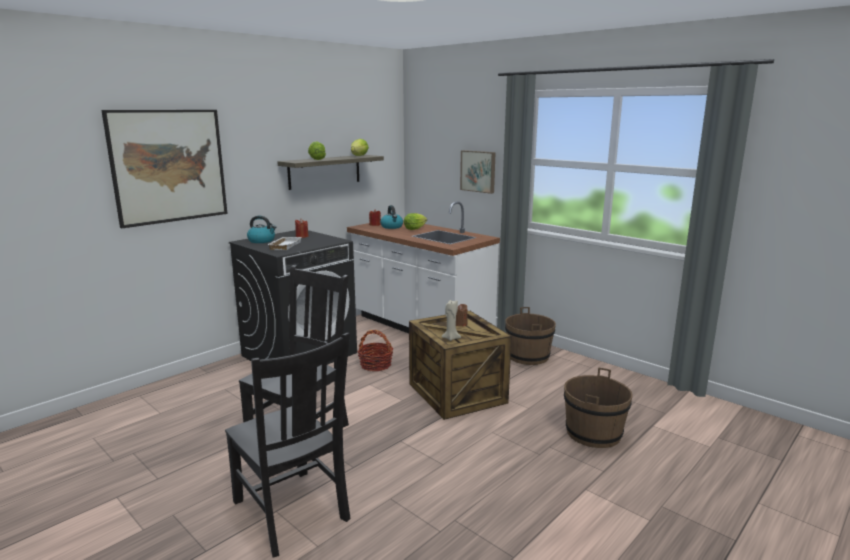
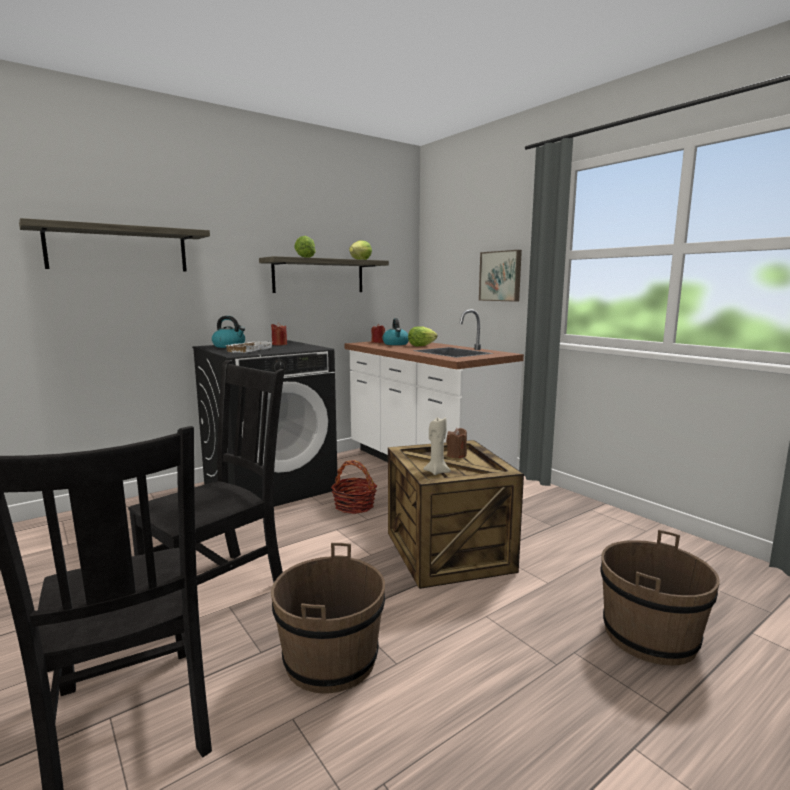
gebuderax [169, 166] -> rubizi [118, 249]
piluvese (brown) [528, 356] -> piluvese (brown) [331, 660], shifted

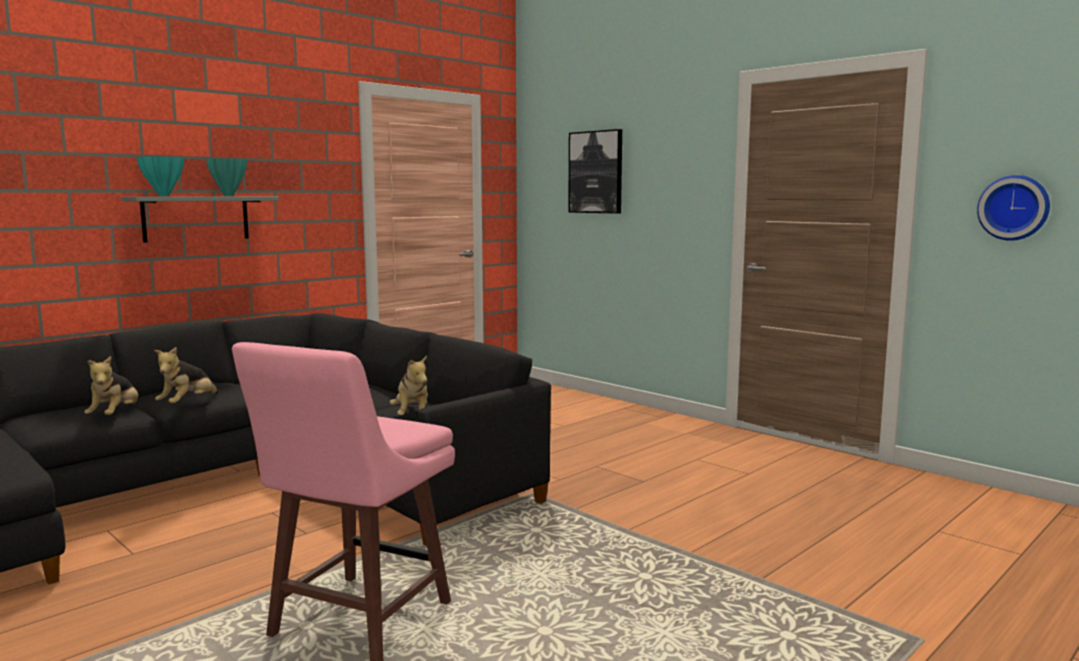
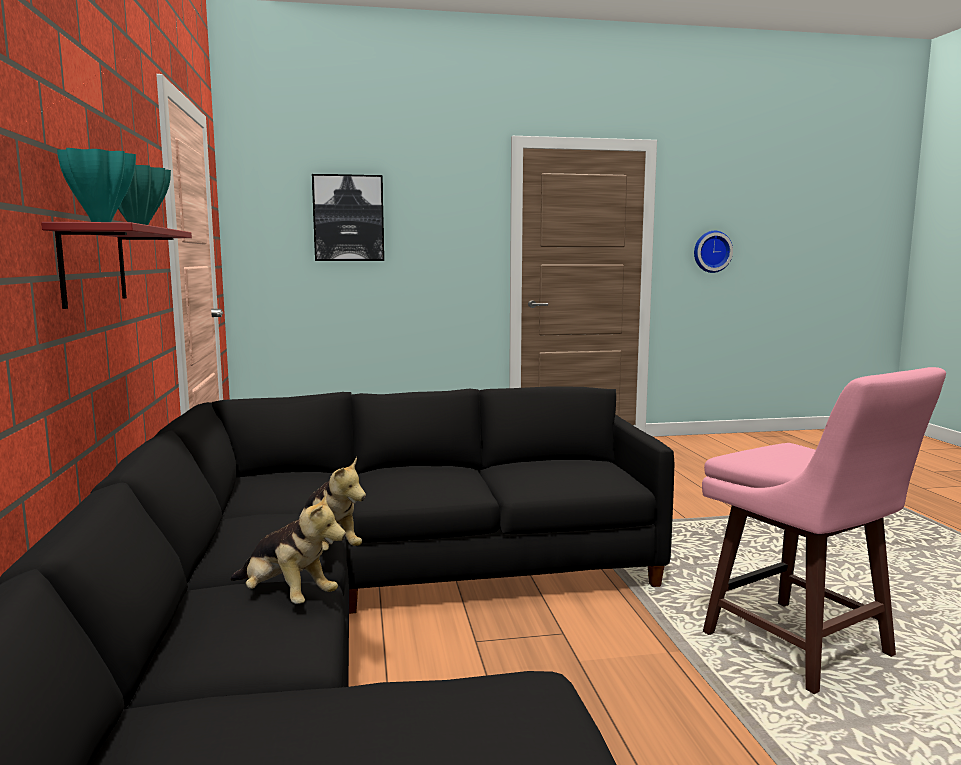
rubizi (grey) [196, 218] -> rubizi (red) [93, 265]
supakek [412, 416] -> none

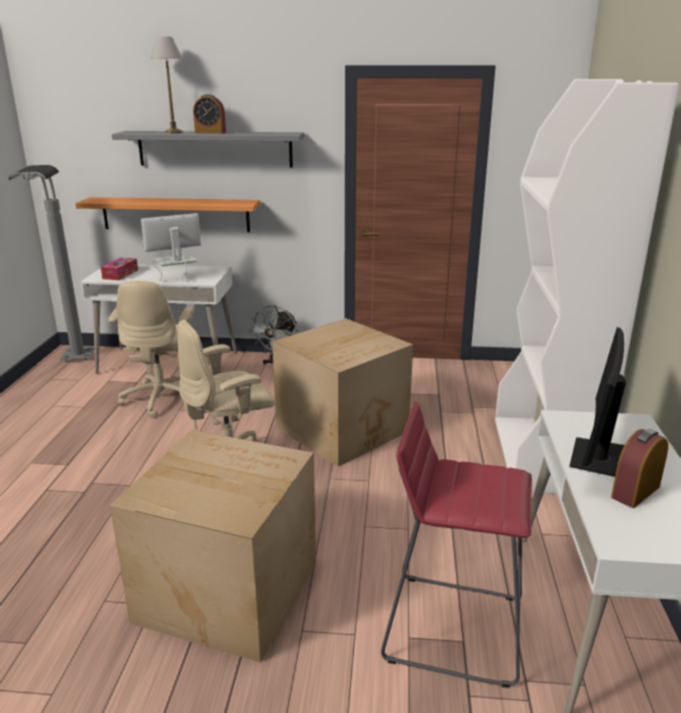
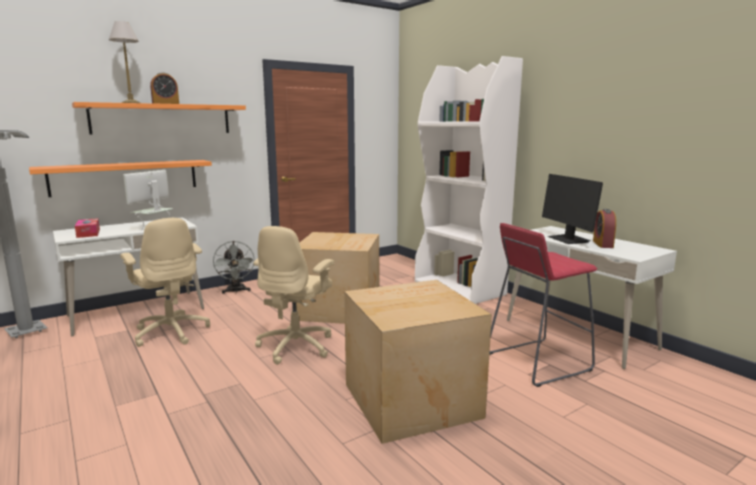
rubizi (grey) [215, 149] -> rubizi (orange) [162, 119]

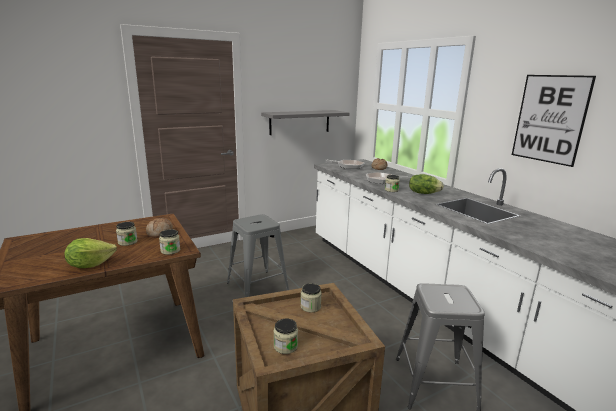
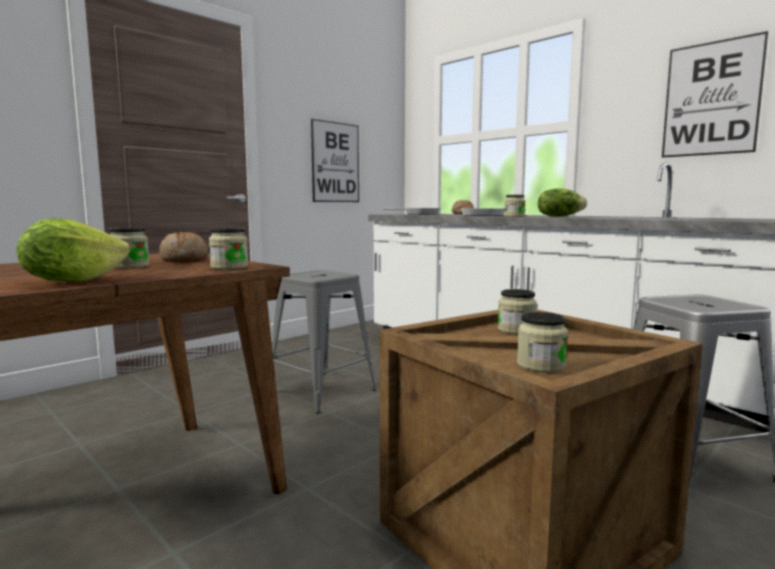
rubizi (grey) [300, 122] -> gebuderax [335, 162]

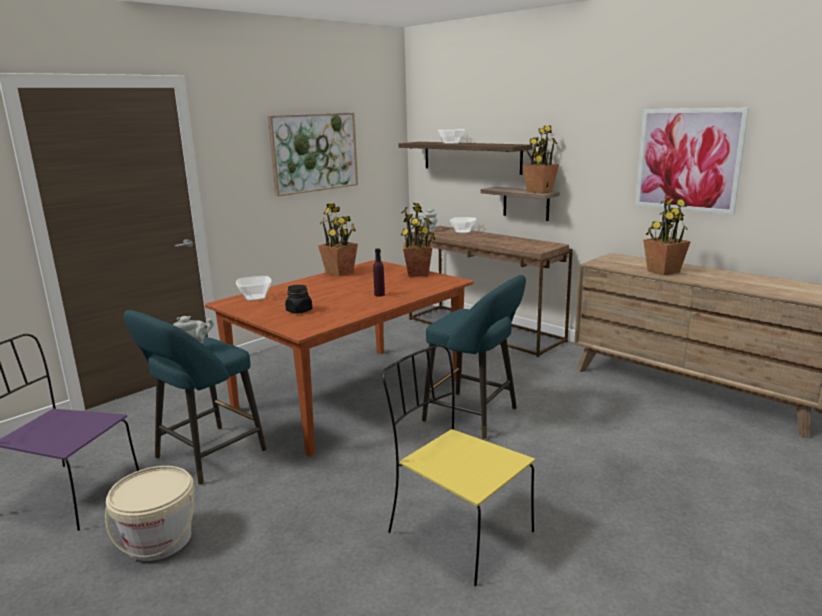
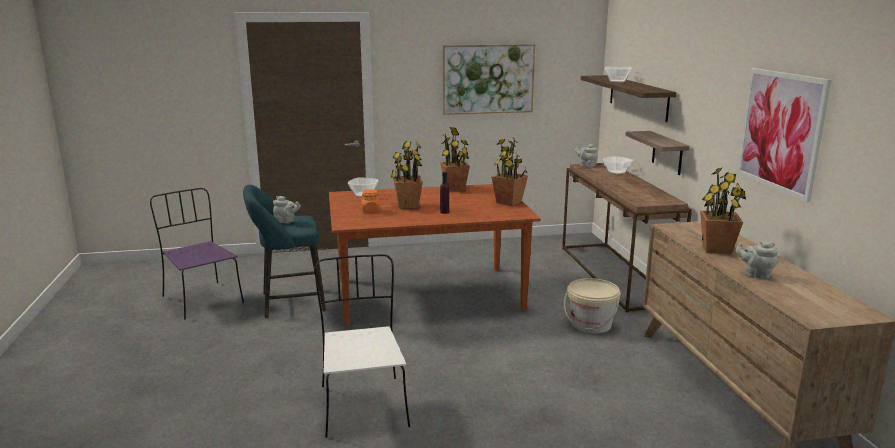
piluvese (beige) [159, 540] -> piluvese (beige) [591, 324], shifted
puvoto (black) [299, 311] -> puvoto (orange) [370, 211]
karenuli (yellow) [457, 531] -> karenuli (white) [363, 404]
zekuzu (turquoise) [475, 416] -> none
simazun [539, 191] -> simazun [407, 206], shifted
none -> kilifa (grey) [755, 275]

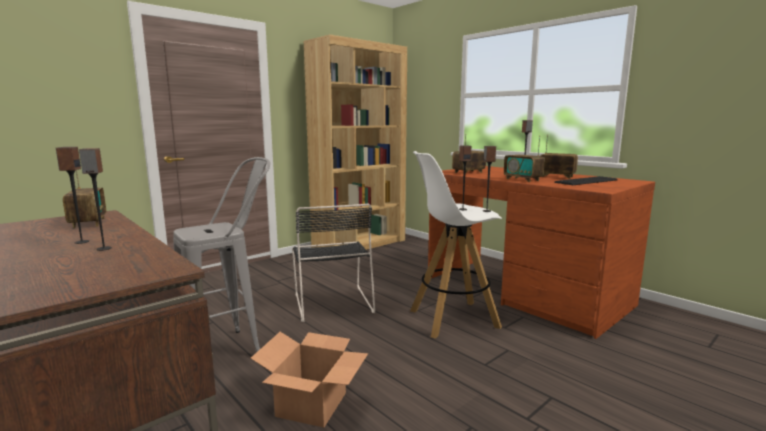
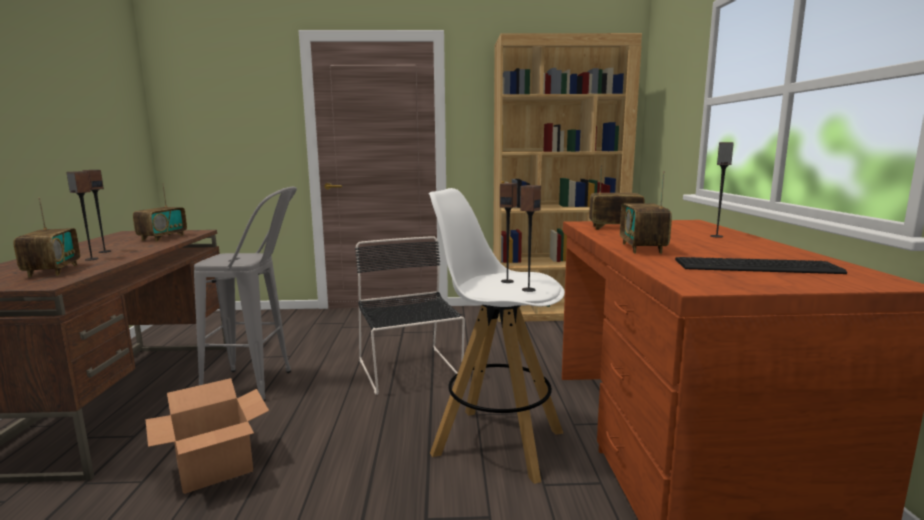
karenuli (black) [332, 302] -> karenuli (black) [409, 371], 135 degrees clockwise
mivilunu [557, 177] -> mivilunu [52, 271], shifted

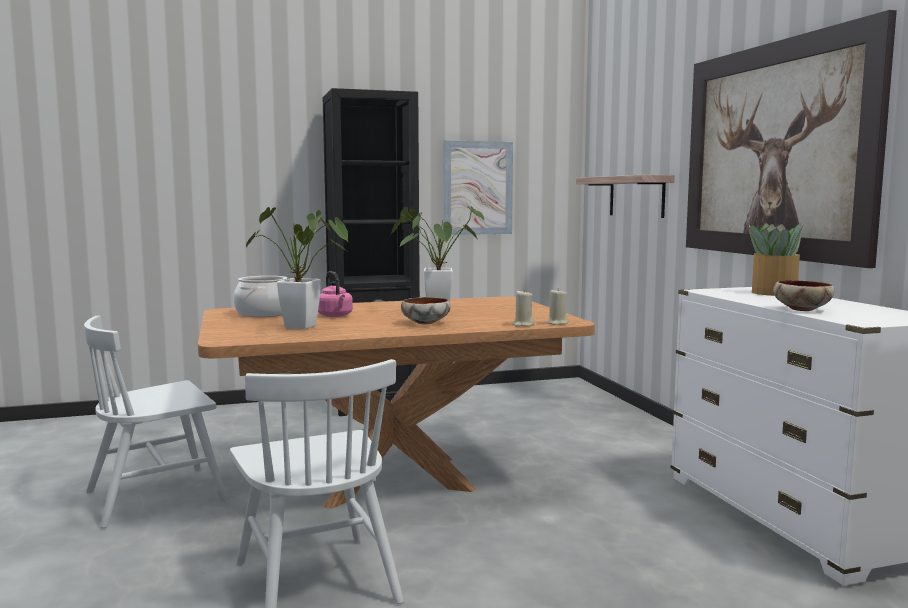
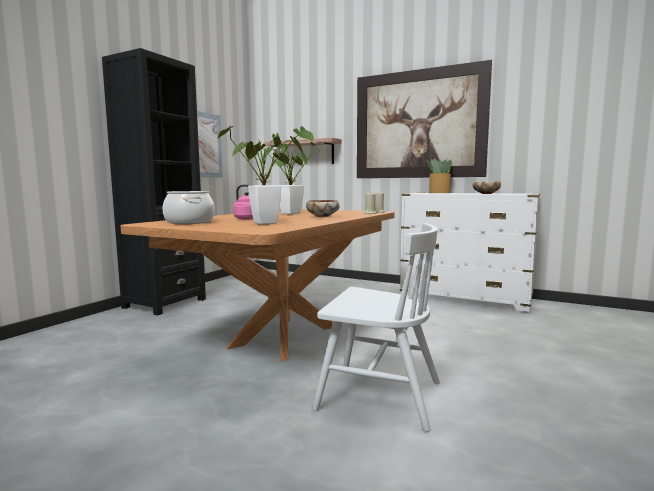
karenuli (white) [156, 496] -> none

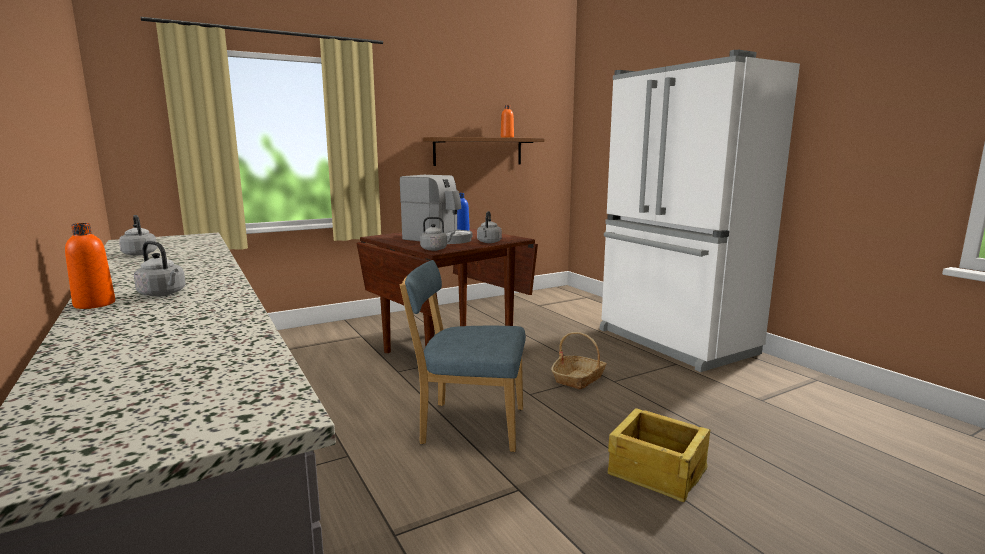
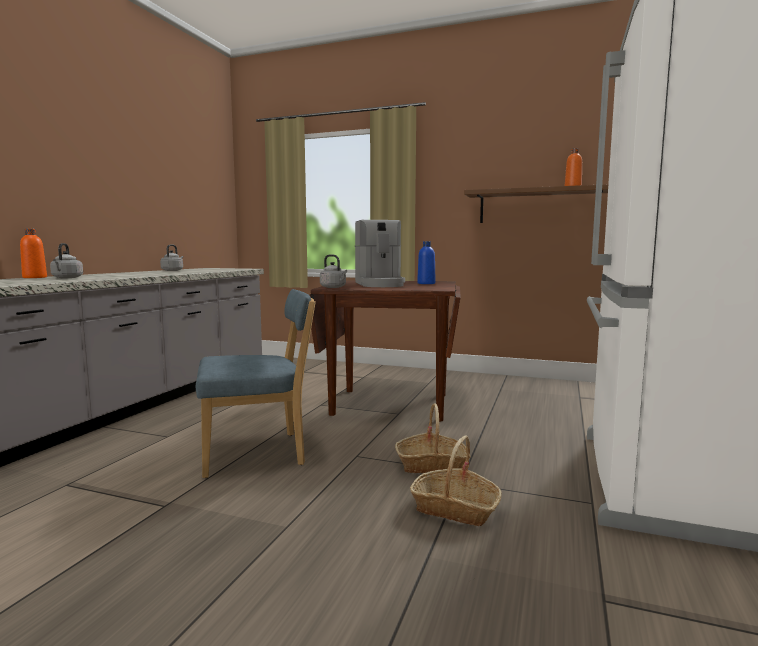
karenuli (blue) [468, 425] -> karenuli (blue) [259, 453], 105 degrees clockwise
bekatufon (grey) [489, 242] -> none
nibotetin [656, 470] -> none
none -> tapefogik [455, 508]

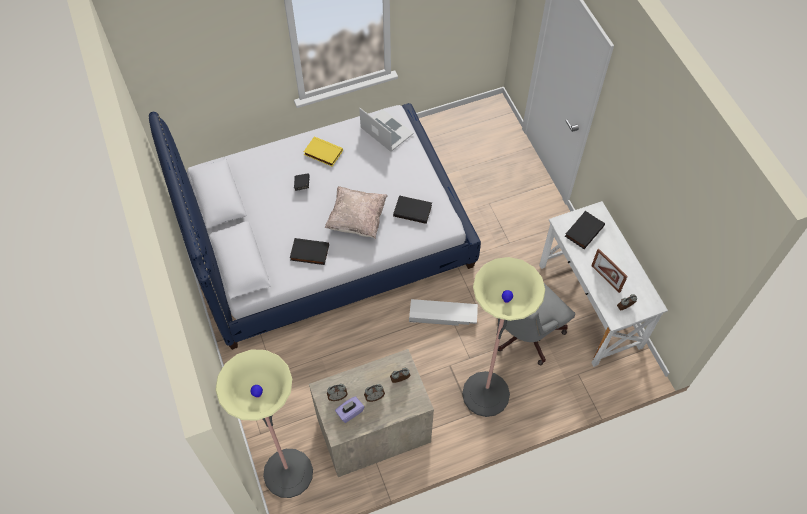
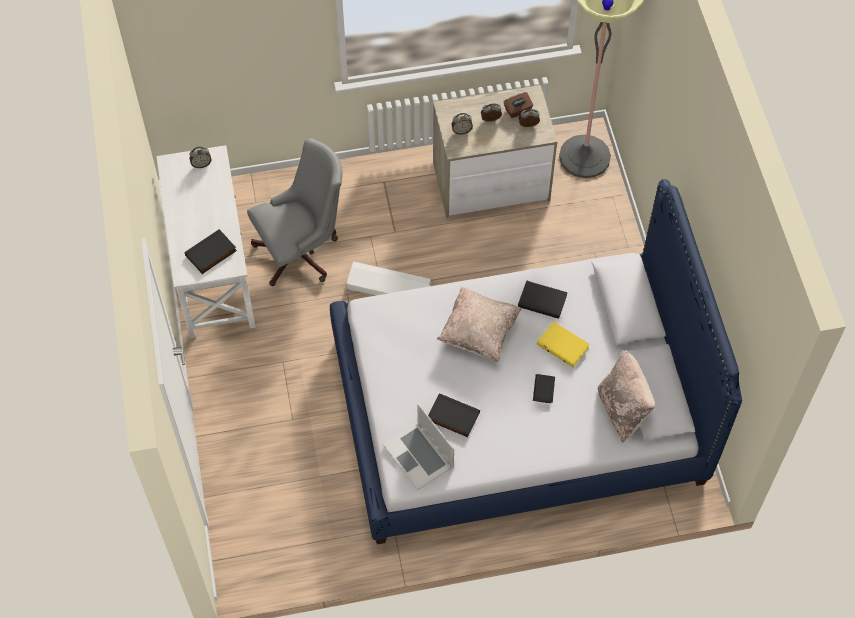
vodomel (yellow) [322, 153] -> vodomel (yellow) [563, 345], shifted
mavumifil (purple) [350, 412] -> mavumifil (brown) [518, 110]
vodomel (black) [413, 210] -> vodomel (black) [452, 417], shifted
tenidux [485, 394] -> none
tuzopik [605, 278] -> none
none -> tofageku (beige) [622, 410]

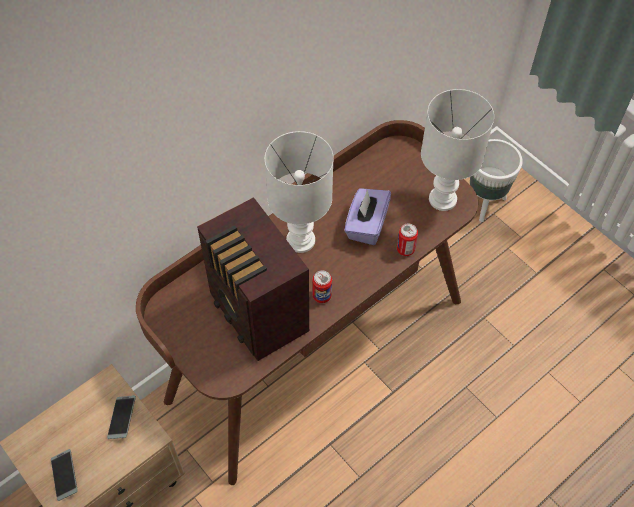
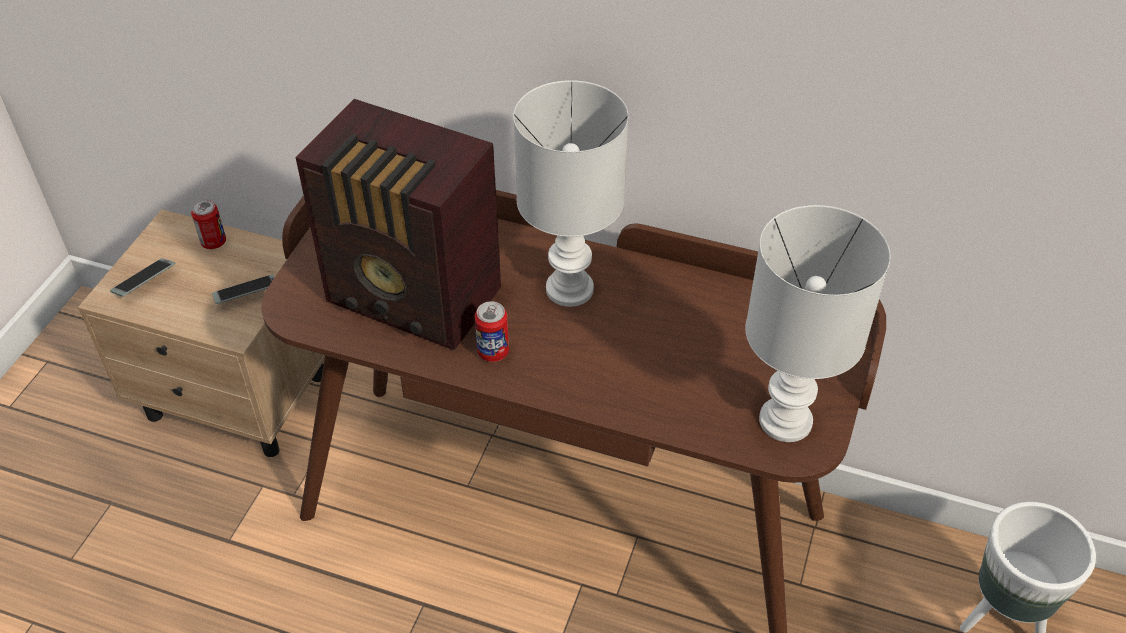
mivilunu [258, 314] -> mivilunu [415, 299], 90 degrees counterclockwise
mavumifil (purple) [366, 225] -> none
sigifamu [405, 249] -> sigifamu [214, 242], shifted

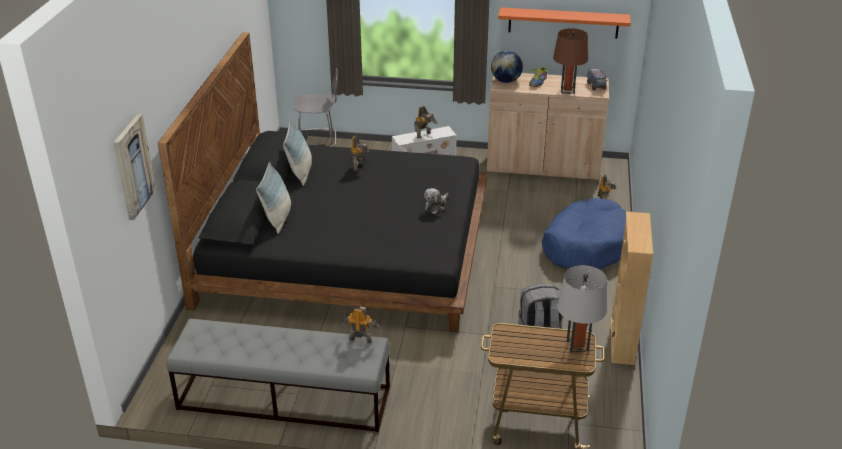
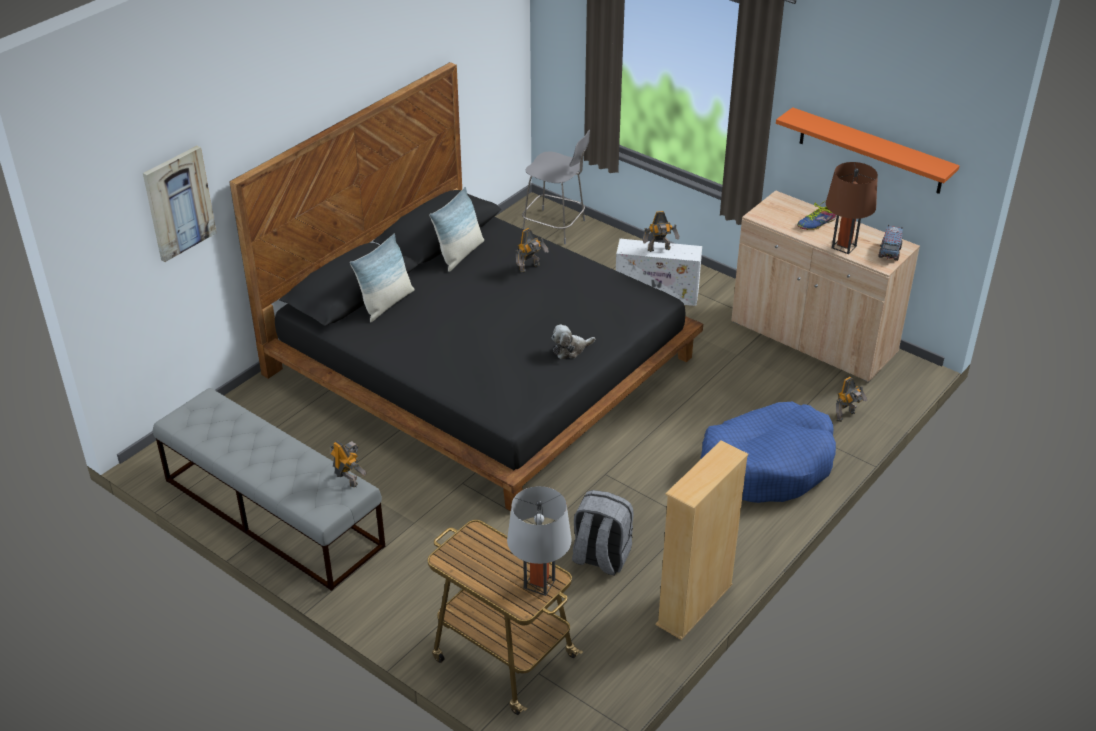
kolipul [506, 81] -> none

